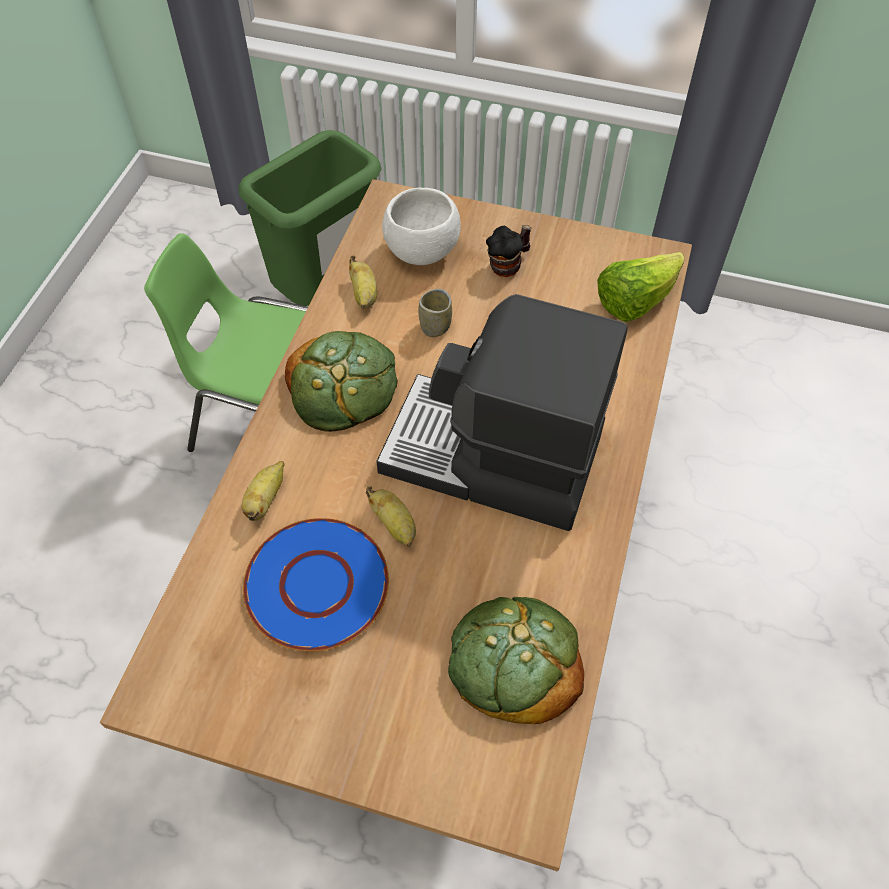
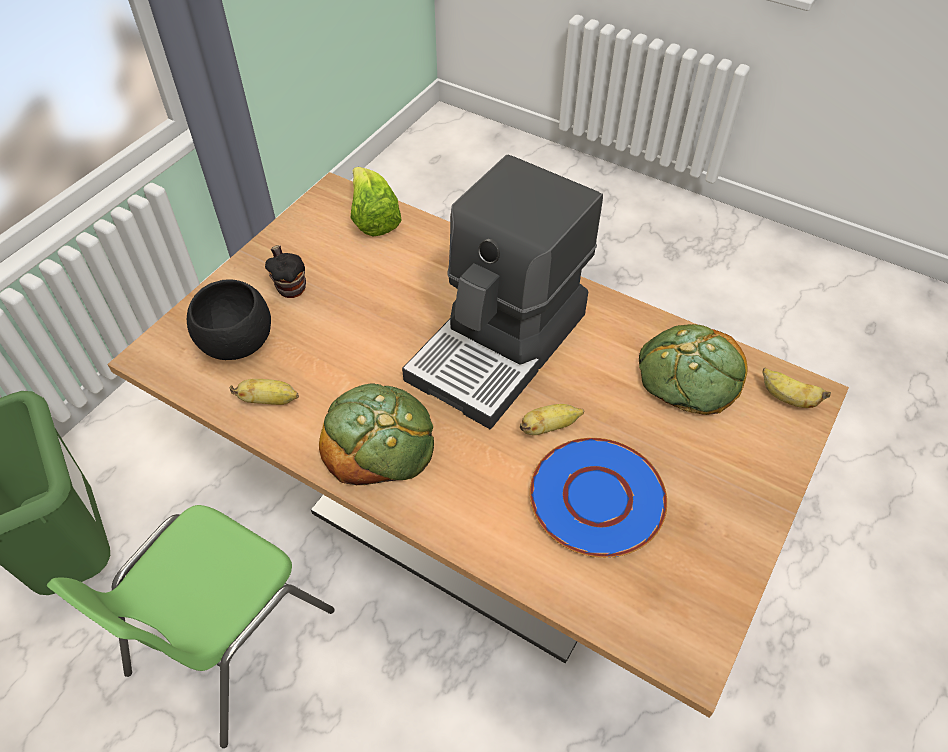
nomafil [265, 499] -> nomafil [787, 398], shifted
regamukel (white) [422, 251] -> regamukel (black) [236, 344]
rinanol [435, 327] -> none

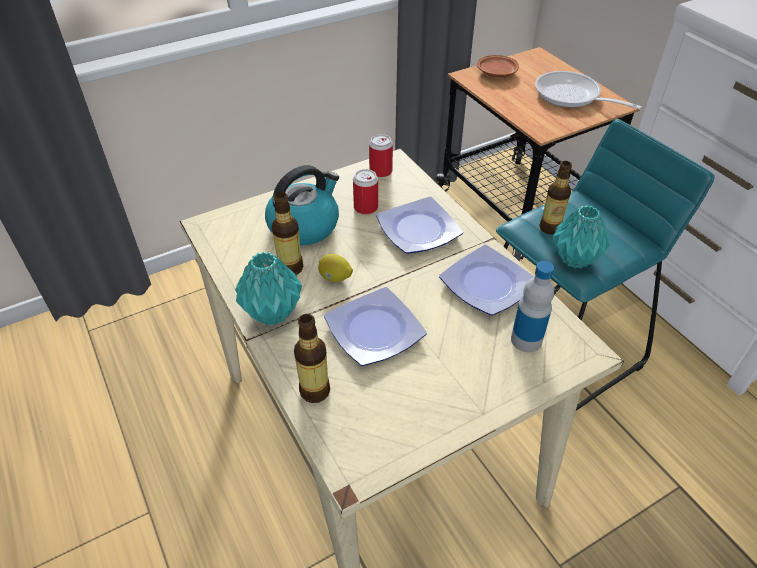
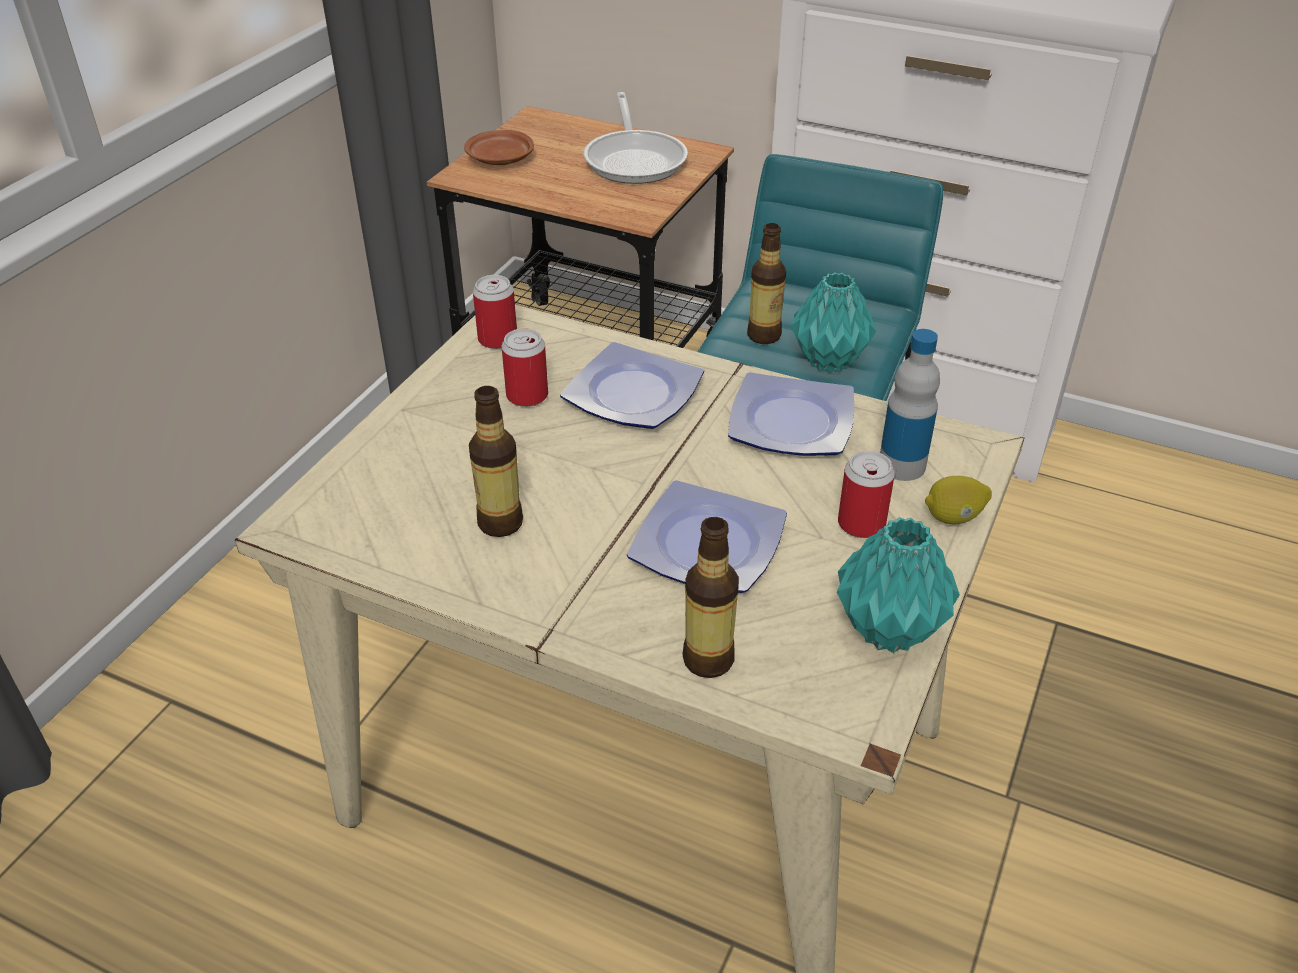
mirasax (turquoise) [273, 313] -> mirasax (turquoise) [891, 630], shifted
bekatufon [304, 225] -> none
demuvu [335, 278] -> demuvu [953, 517], shifted
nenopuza [572, 96] -> nenopuza [635, 159], 105 degrees counterclockwise
none -> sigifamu [861, 524]

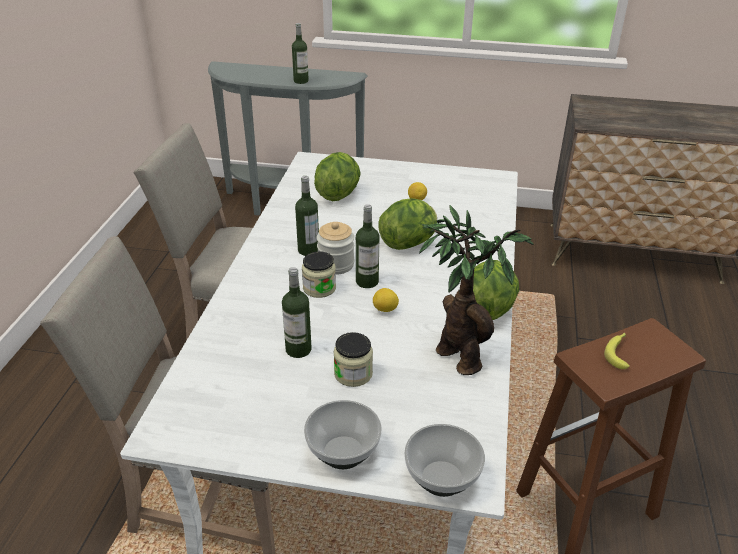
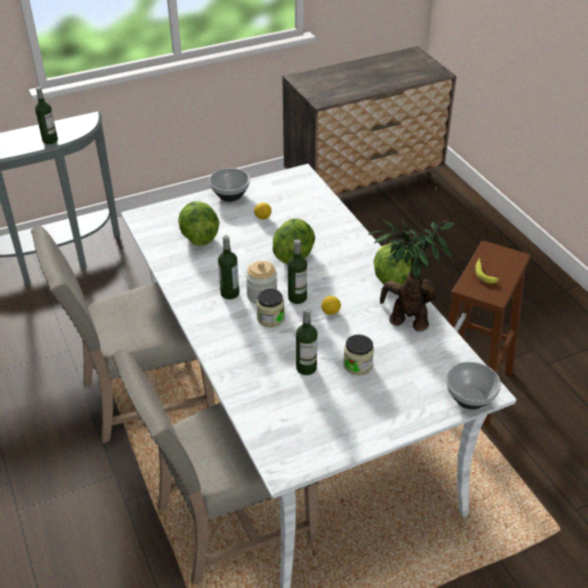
regamukel [342, 453] -> regamukel [230, 196], shifted

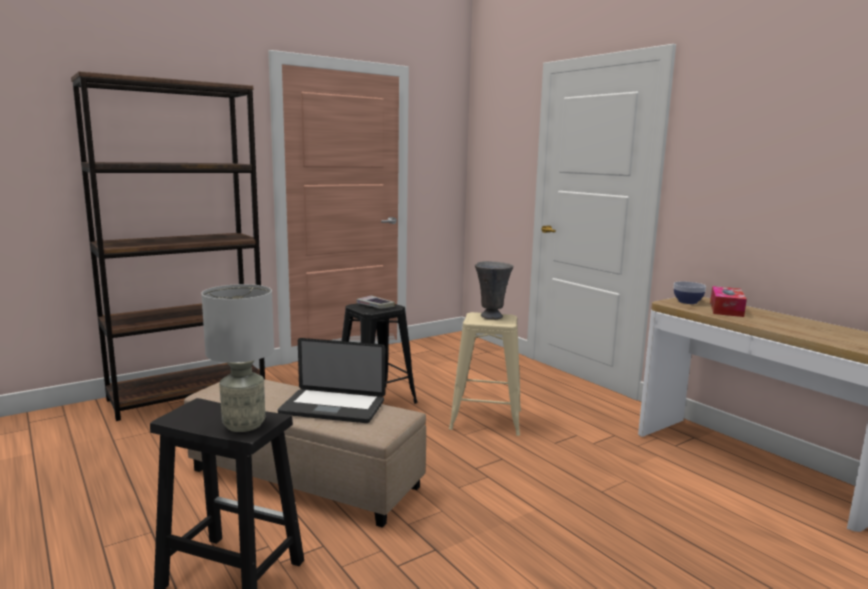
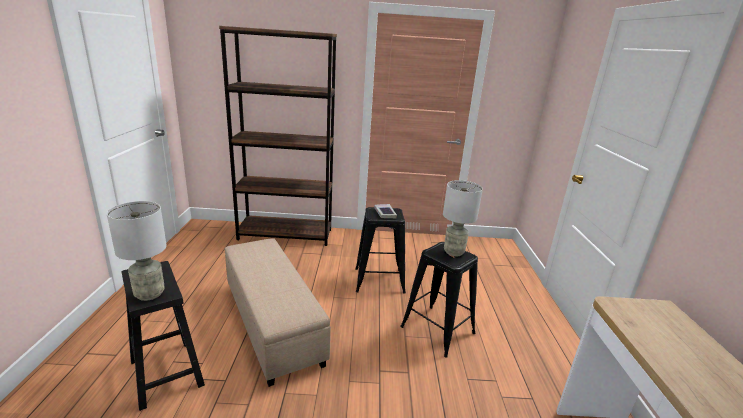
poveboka [332, 407] -> none
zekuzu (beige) [485, 419] -> zekuzu (black) [437, 330]
mirasax (grey) [491, 316] -> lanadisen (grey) [454, 252]
regamukel [687, 302] -> none
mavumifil [726, 309] -> none

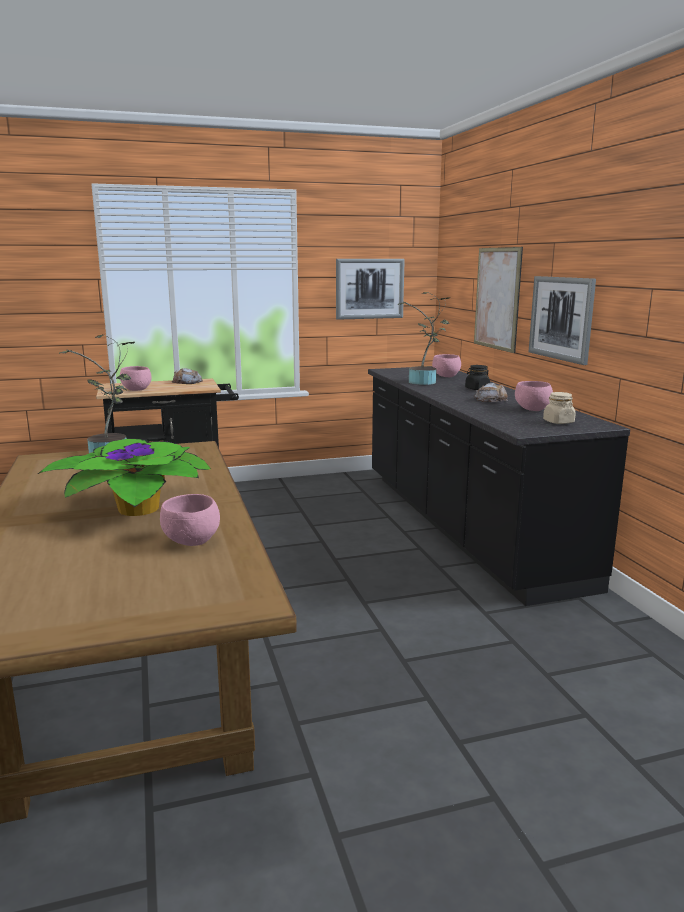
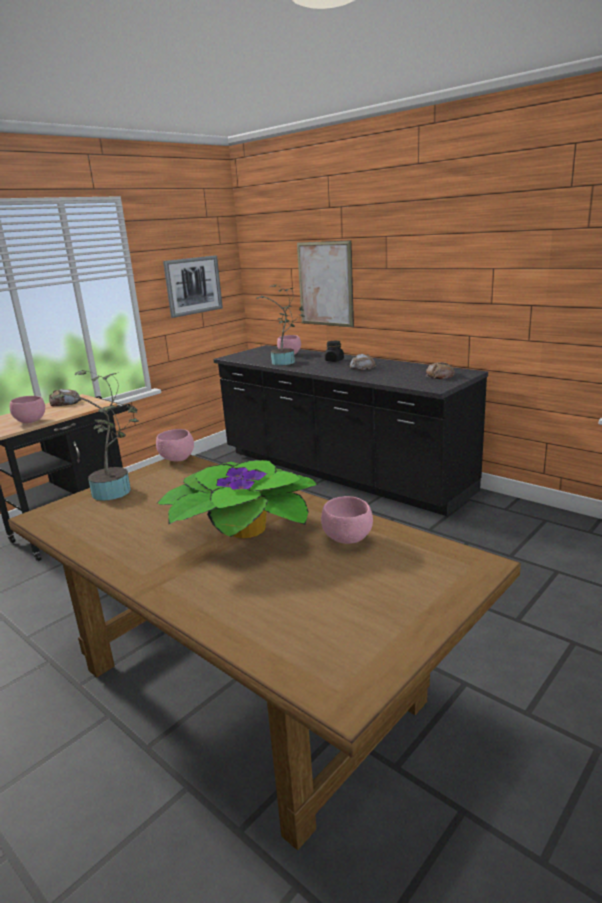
regamukel (pink) [533, 410] -> regamukel (pink) [178, 459], shifted
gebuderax [561, 318] -> none
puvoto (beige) [558, 422] -> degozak [440, 375]

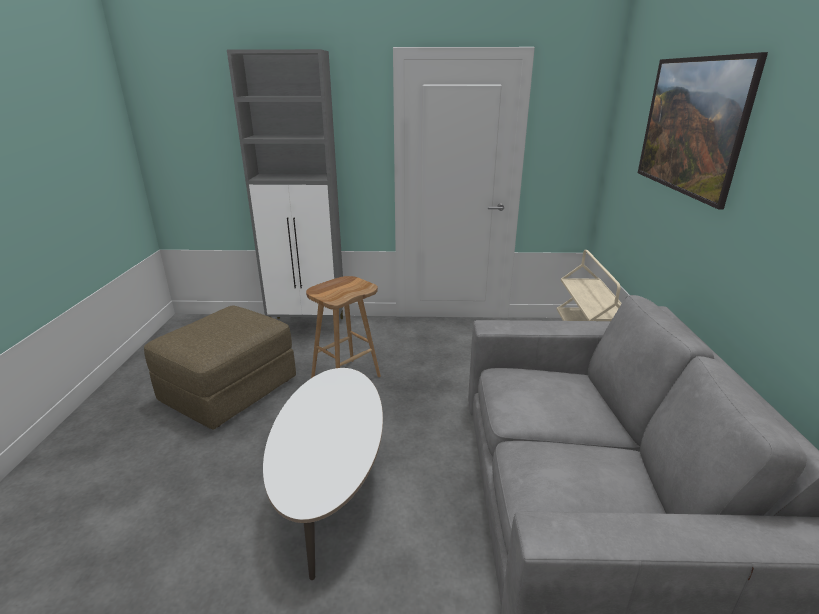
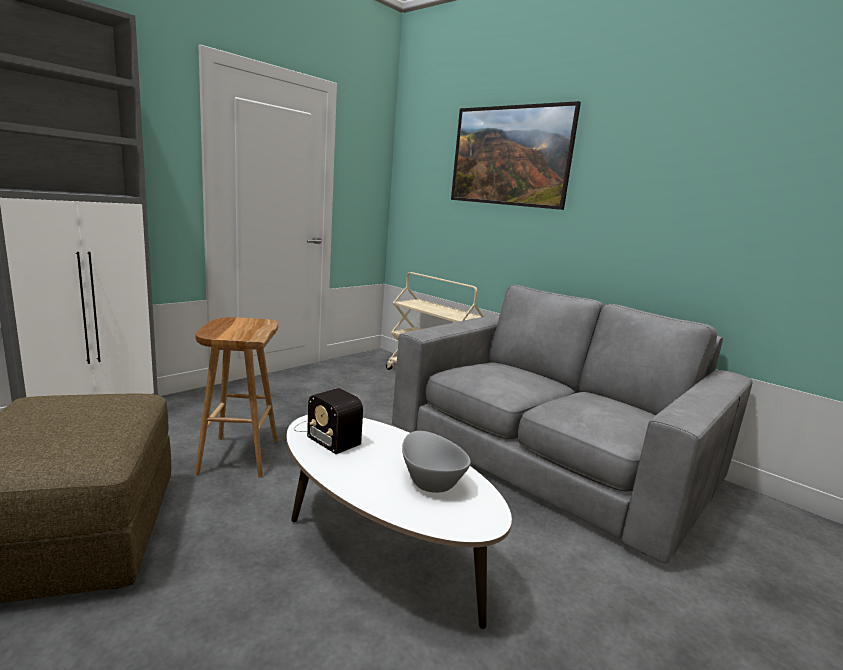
none -> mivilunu [326, 433]
none -> regamukel (grey) [430, 480]

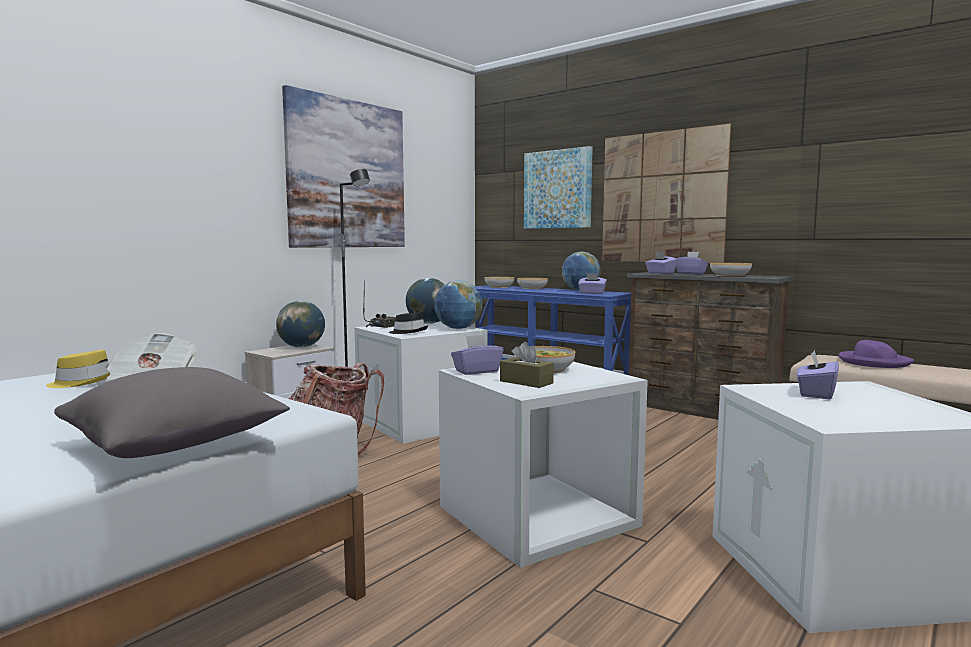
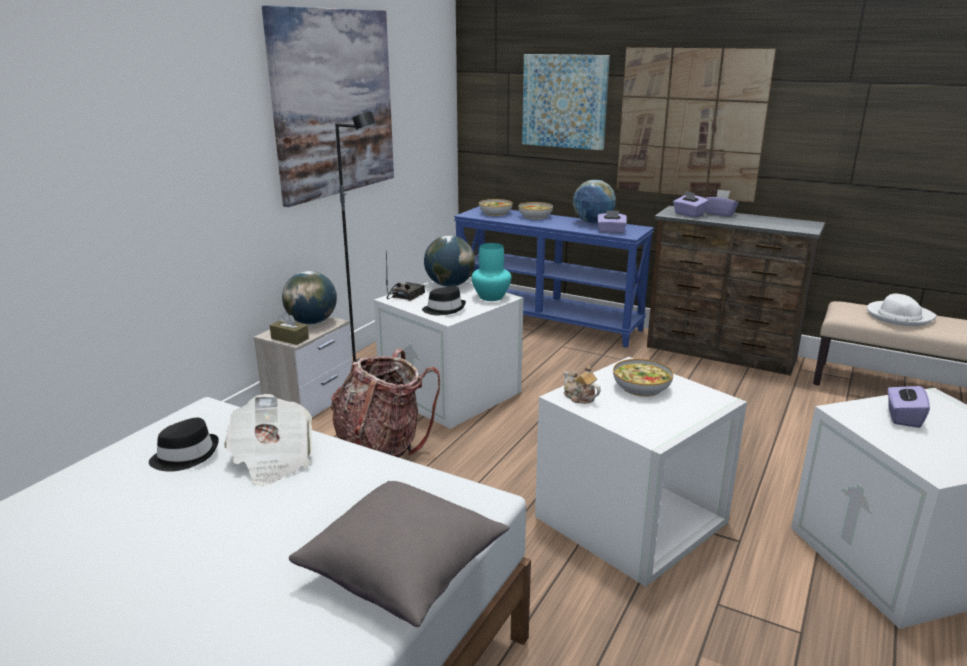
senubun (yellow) [83, 382] -> senubun (black) [186, 455]
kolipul [458, 328] -> mirasax (turquoise) [491, 297]
mavumifil (purple) [476, 371] -> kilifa [579, 397]
mavumifil (brown) [526, 382] -> mavumifil (brown) [290, 338], shifted
regamukel [730, 275] -> none
senubun (purple) [873, 362] -> senubun (white) [899, 316]

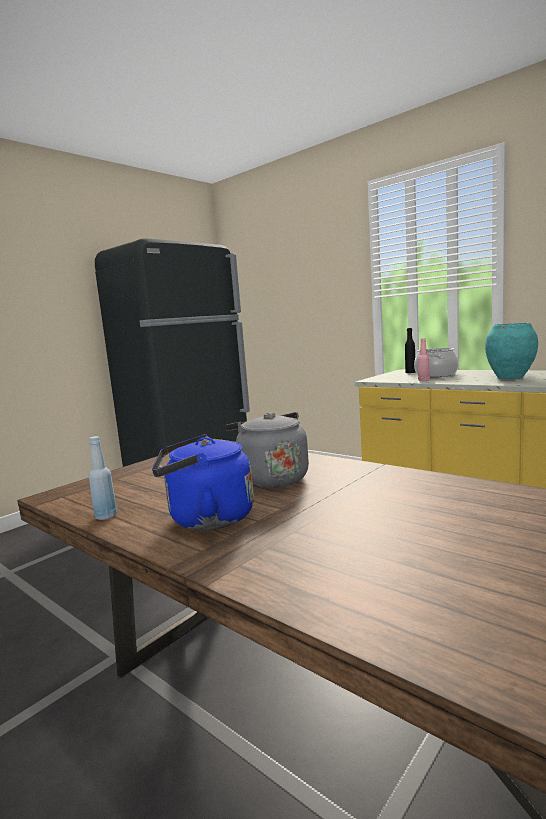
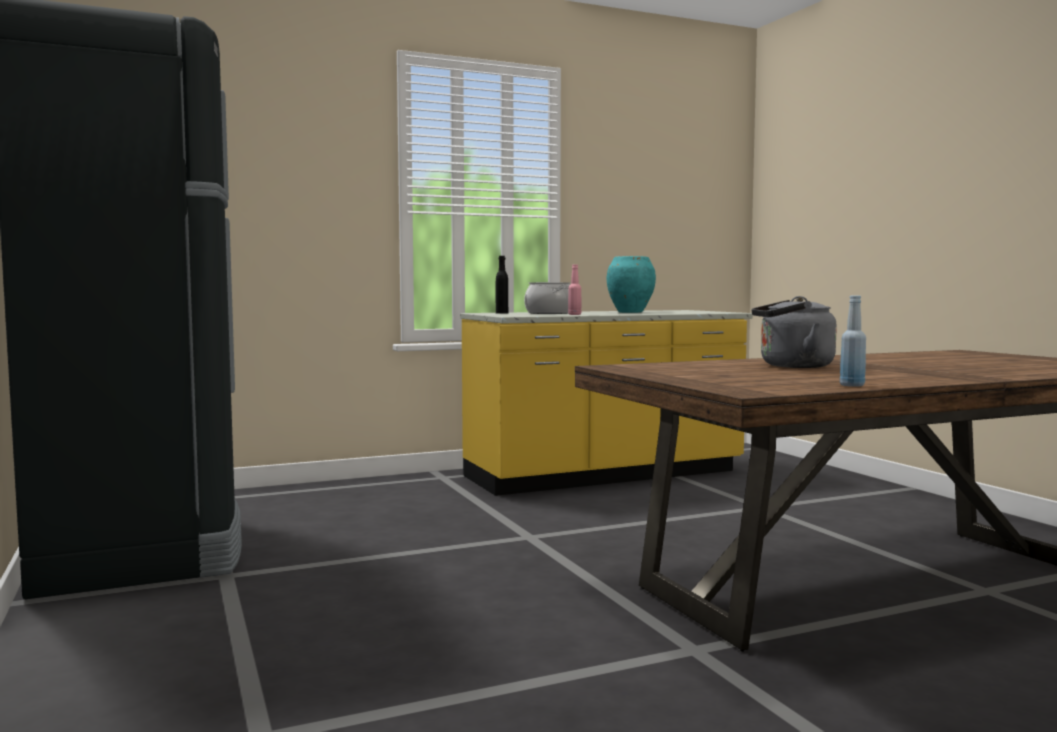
bekatufon (blue) [206, 519] -> none

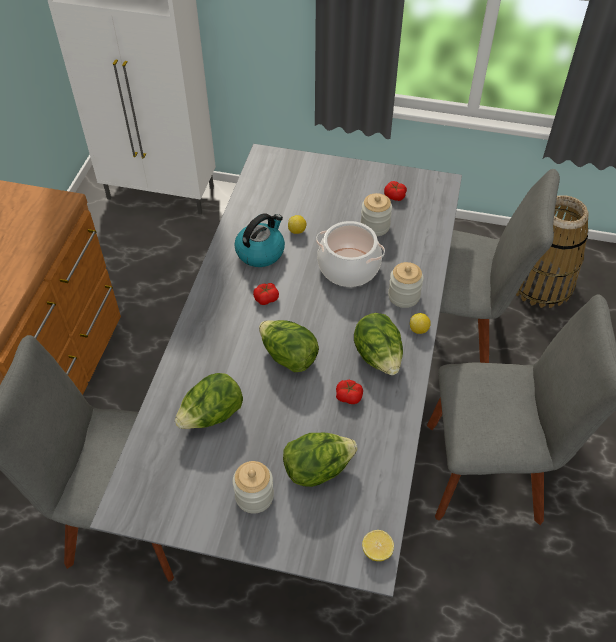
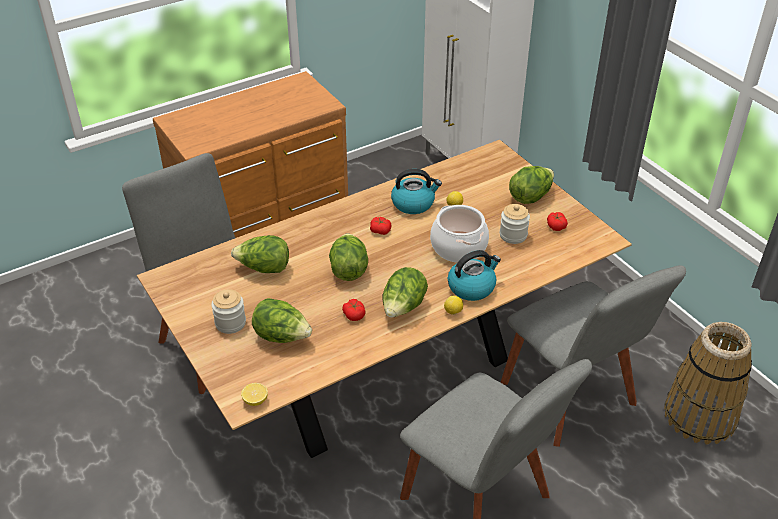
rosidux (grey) [308, 422] -> rosidux (brown) [388, 373]
puvoto [404, 296] -> bekatufon [472, 287]
none -> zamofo [530, 196]

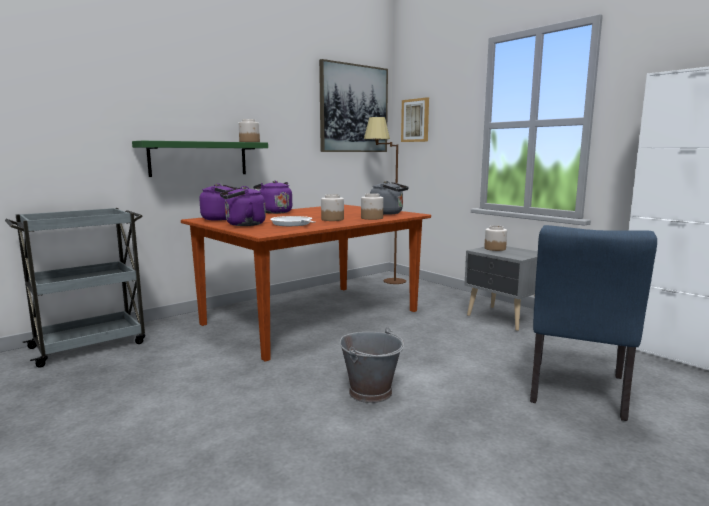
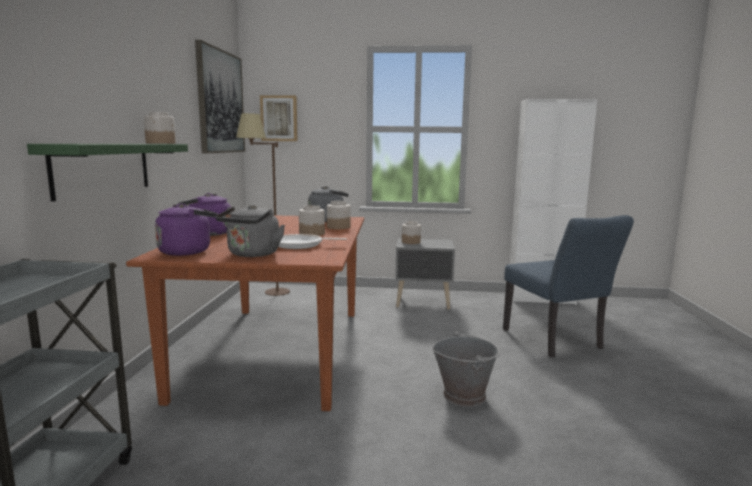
bekatufon (purple) [243, 224] -> bekatufon (grey) [252, 254]

